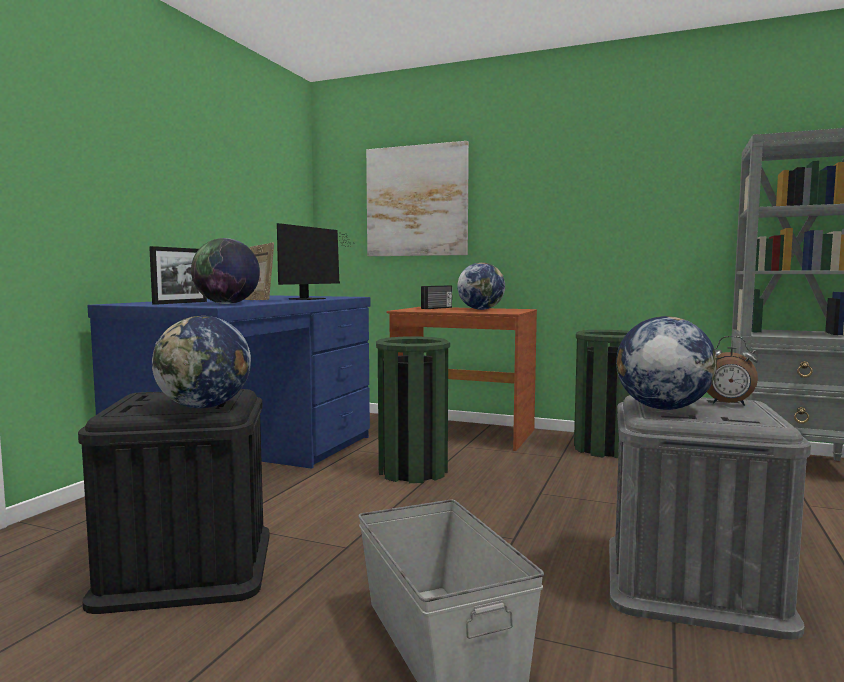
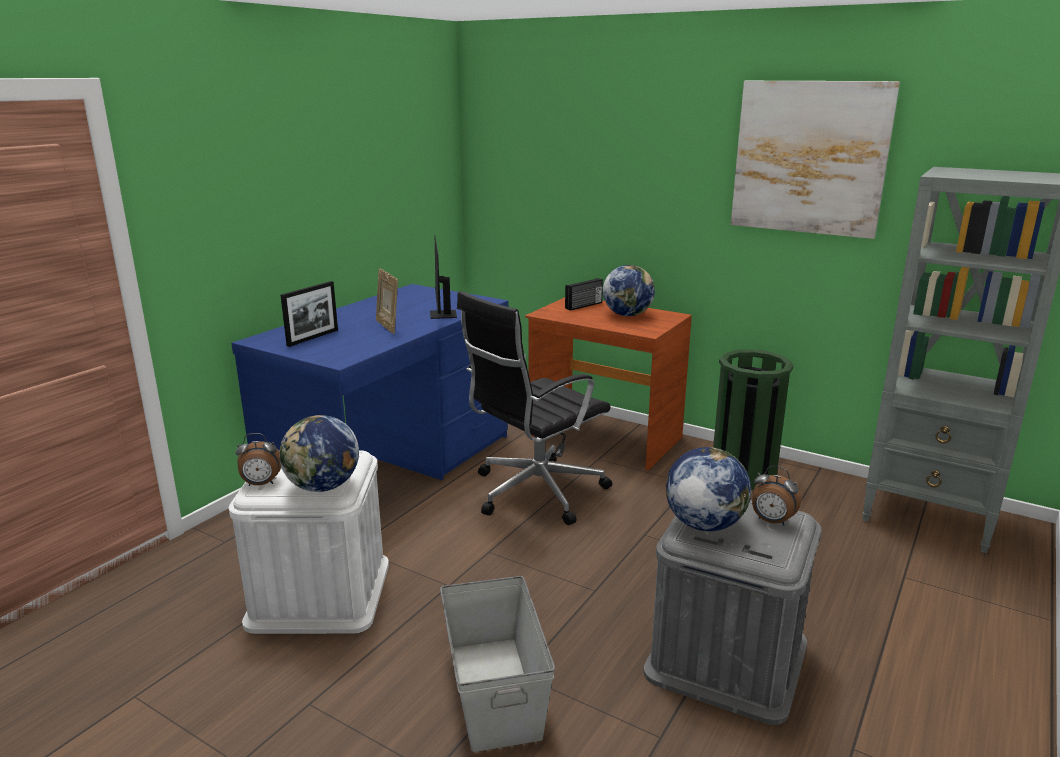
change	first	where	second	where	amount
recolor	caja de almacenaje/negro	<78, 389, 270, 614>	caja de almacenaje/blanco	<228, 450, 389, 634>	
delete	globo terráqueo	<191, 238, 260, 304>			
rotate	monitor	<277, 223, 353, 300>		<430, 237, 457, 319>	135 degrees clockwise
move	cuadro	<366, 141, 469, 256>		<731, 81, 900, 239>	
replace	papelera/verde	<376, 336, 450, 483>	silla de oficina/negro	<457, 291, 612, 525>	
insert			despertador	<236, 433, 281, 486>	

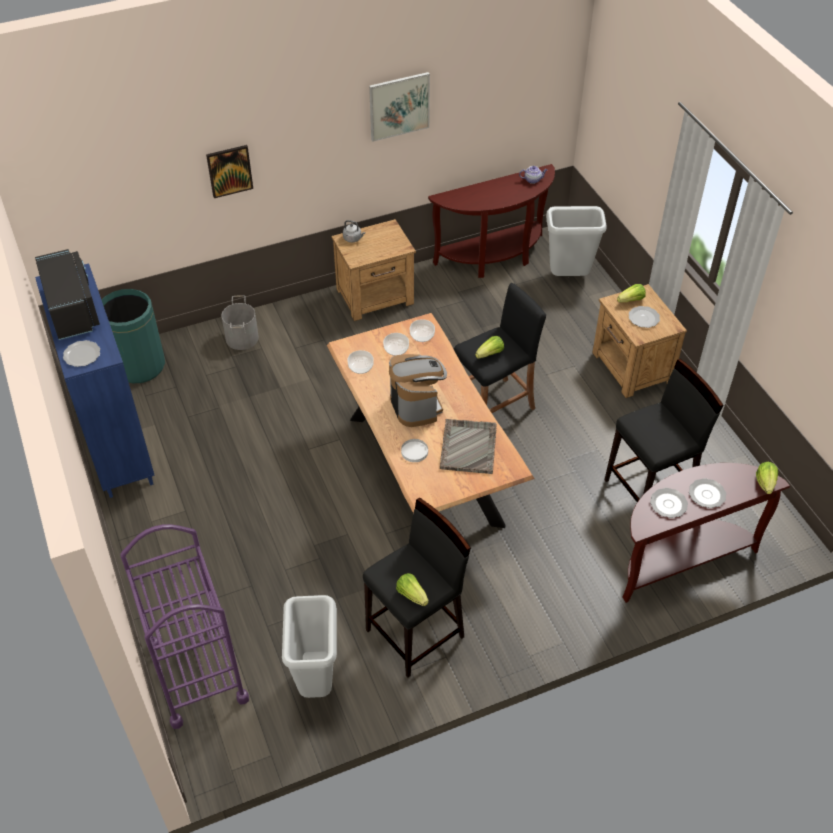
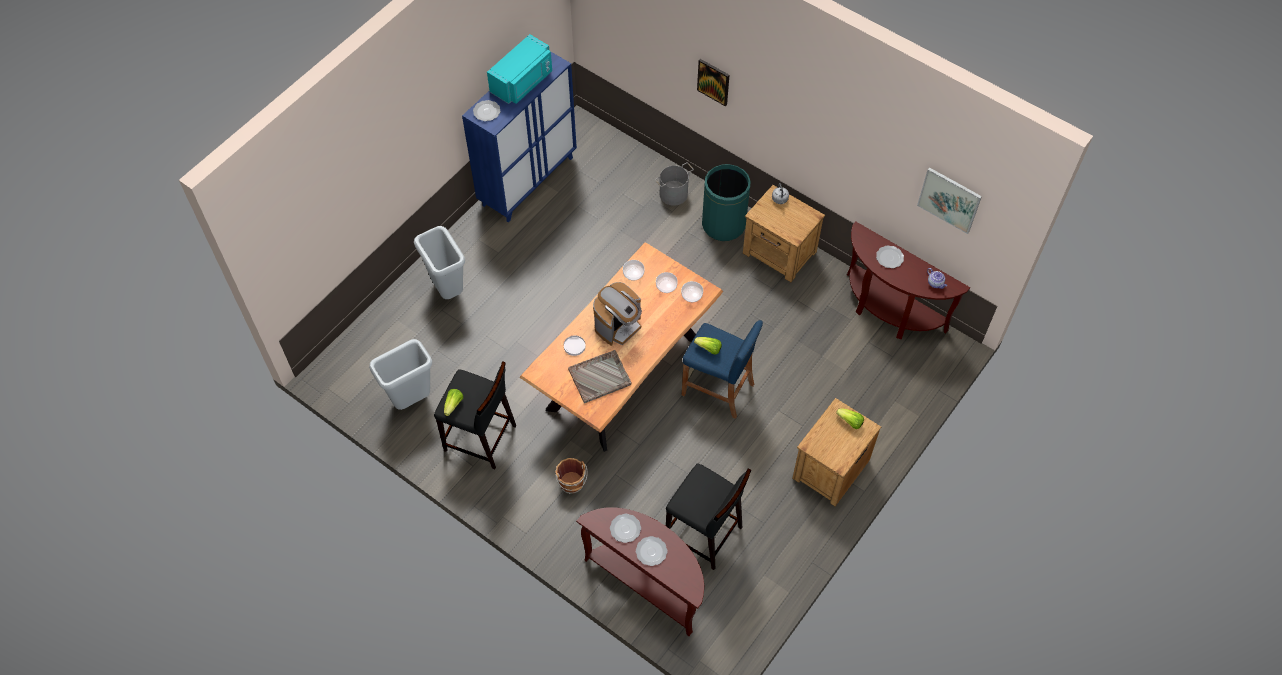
change	first	where	second	where	amount
recolor	microondas/negro	<35, 249, 100, 340>	microondas/turquesa	<487, 34, 552, 104>	
move	papelera/verde	<102, 289, 165, 383>		<702, 164, 751, 241>	
delete	carrito/morado	<120, 524, 249, 729>			
move	cuadro	<369, 72, 430, 142>		<917, 167, 982, 234>	
recolor	taburete/negro	<454, 283, 546, 413>	taburete/azul	<682, 320, 763, 419>	
move	papelera/gris	<546, 206, 607, 276>		<414, 226, 465, 299>	
move	plato	<629, 306, 660, 328>		<876, 245, 904, 268>	
delete	lechuga	<756, 462, 778, 494>			
insert			cubo/marrón	<555, 458, 587, 494>	

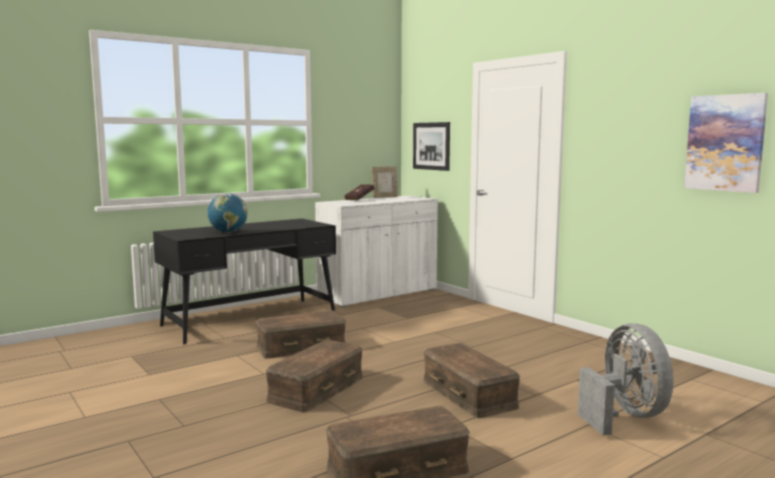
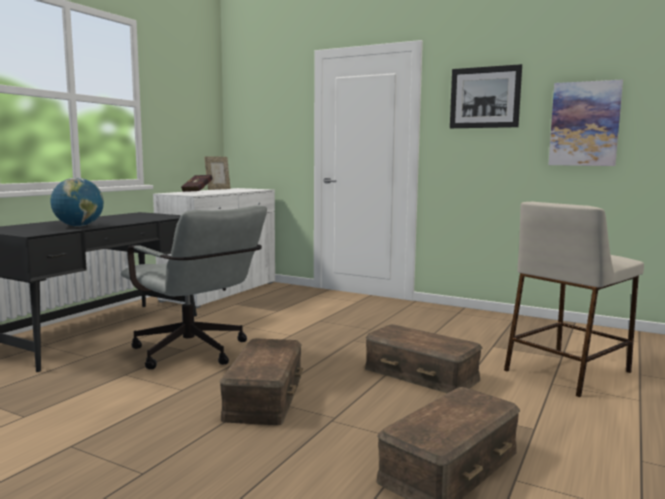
change	first	where	second	where	amount
replace	caja de almacenaje/marrón	<256, 310, 346, 359>	silla de oficina/gris	<120, 206, 267, 369>	
move	cuadro	<413, 122, 450, 171>		<450, 64, 522, 128>	
replace	ventilador/gris	<578, 323, 673, 435>	taburete/beis	<504, 202, 644, 397>	

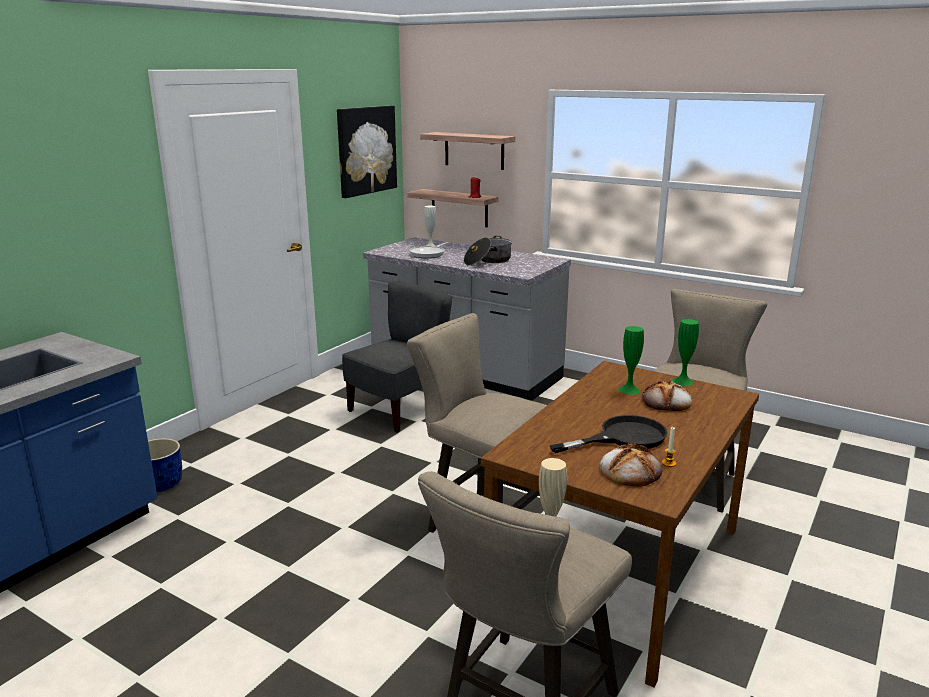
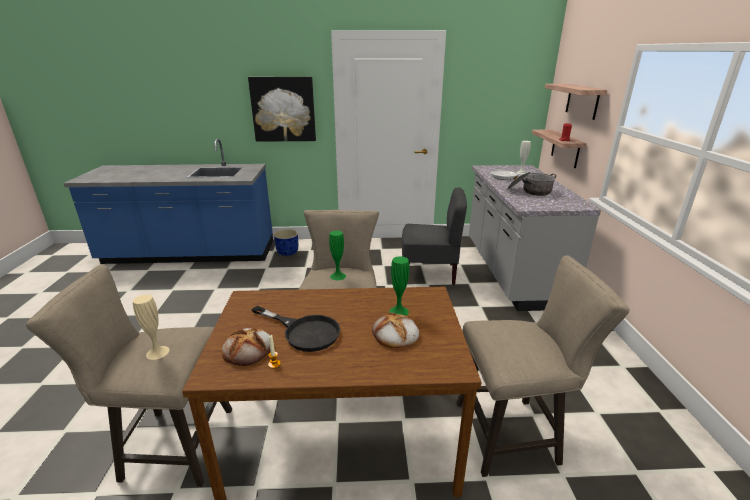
change	first	where	second	where	amount
move	cuadro	<337, 106, 397, 198>		<248, 77, 316, 142>	
move	florero/verde	<672, 319, 699, 386>		<329, 231, 346, 280>	

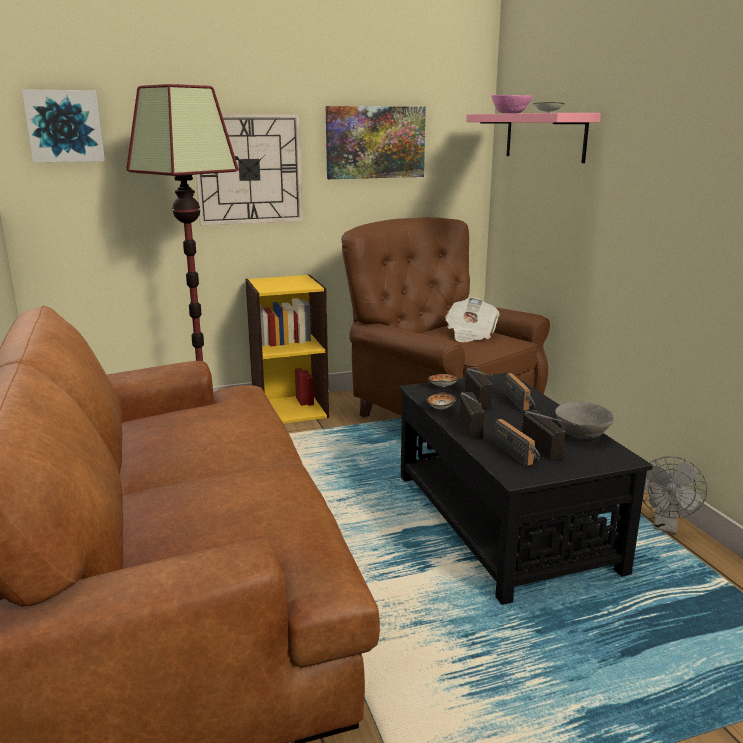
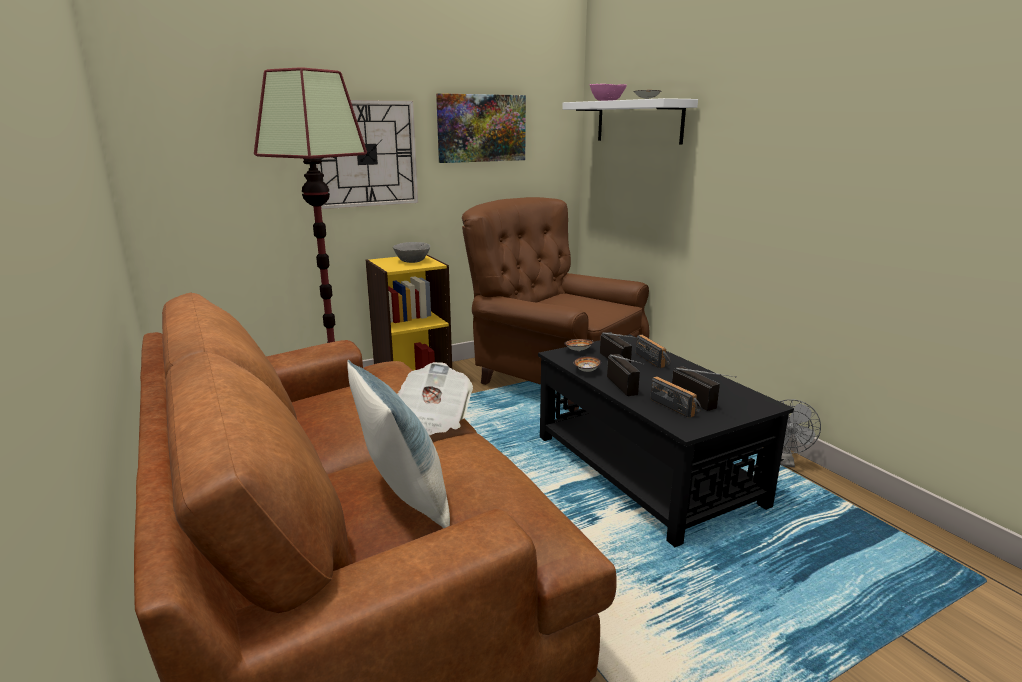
change	first	where	second	where	amount
delete	cuadro	<22, 89, 105, 162>			
move	periódico	<445, 297, 500, 342>		<397, 362, 473, 435>	
recolor	estante/rosa	<466, 113, 601, 163>	estante/blanco	<562, 98, 698, 145>	
move	cuenco/gris	<555, 402, 614, 439>		<393, 242, 430, 263>	
insert			cojín	<347, 360, 450, 528>	

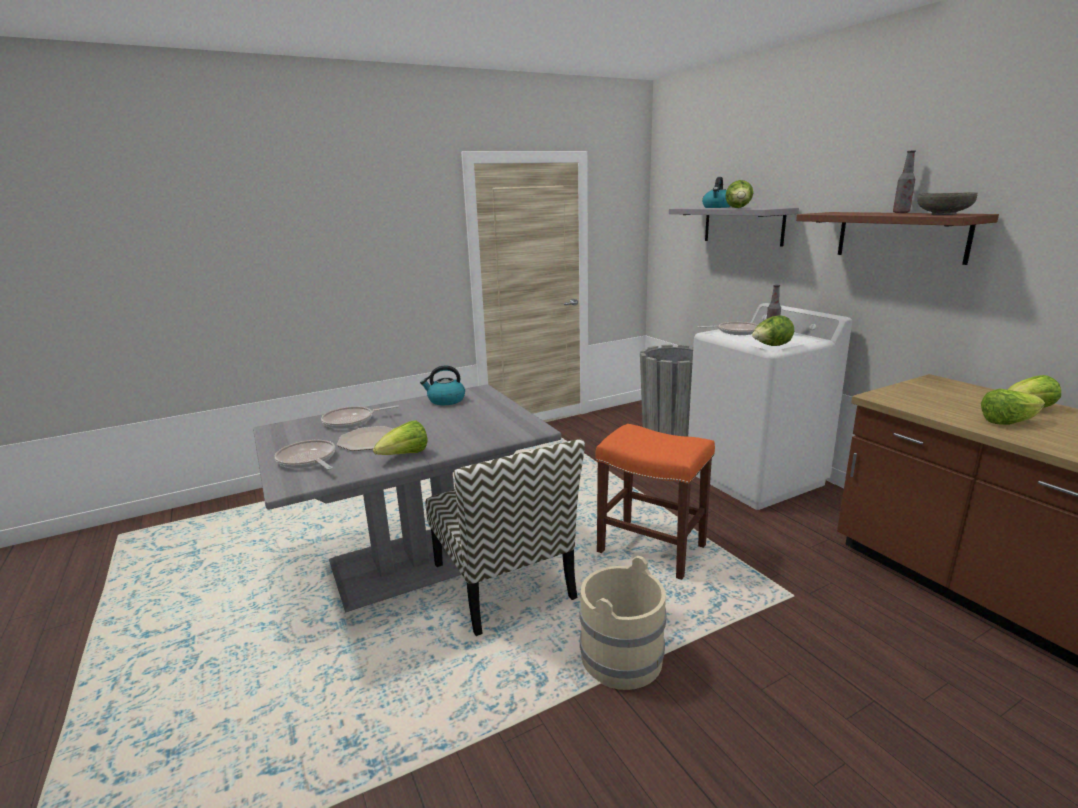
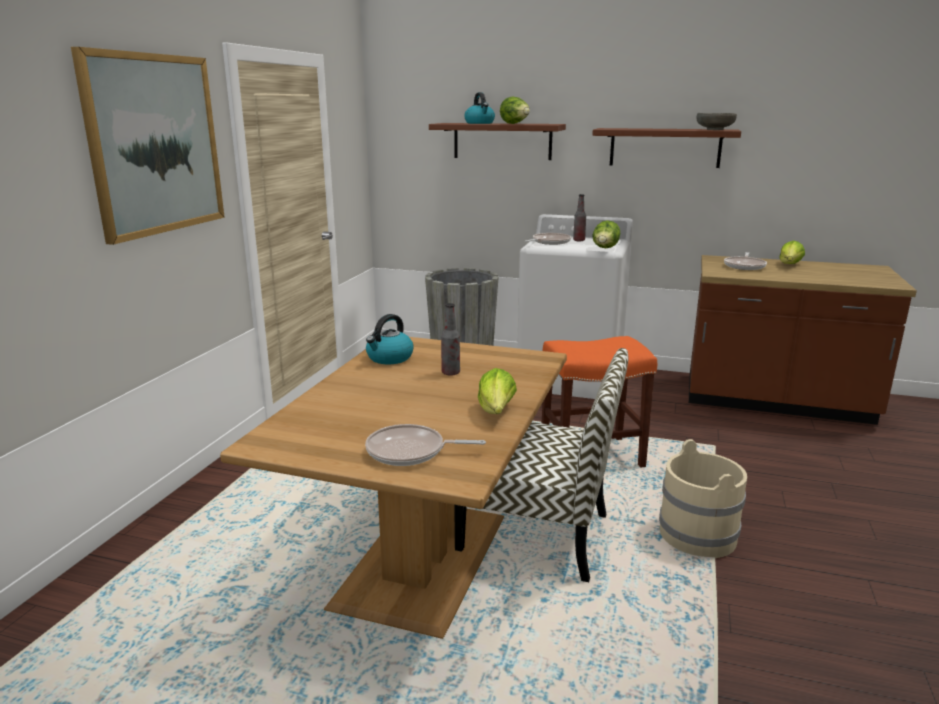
change	first	where	second	where	amount
recolor	mesa de comedor/gris	<253, 384, 561, 612>	mesa de comedor/marrón	<220, 337, 567, 639>	
move	sartén	<321, 405, 399, 429>		<724, 252, 767, 270>	
delete	plato	<337, 426, 393, 451>			
recolor	estante/gris	<669, 207, 799, 247>	estante/marrón	<429, 123, 566, 160>	
move	botella	<893, 151, 916, 213>		<441, 303, 460, 376>	
delete	lechuga	<981, 389, 1045, 425>			
insert			cuadro	<71, 47, 225, 245>	

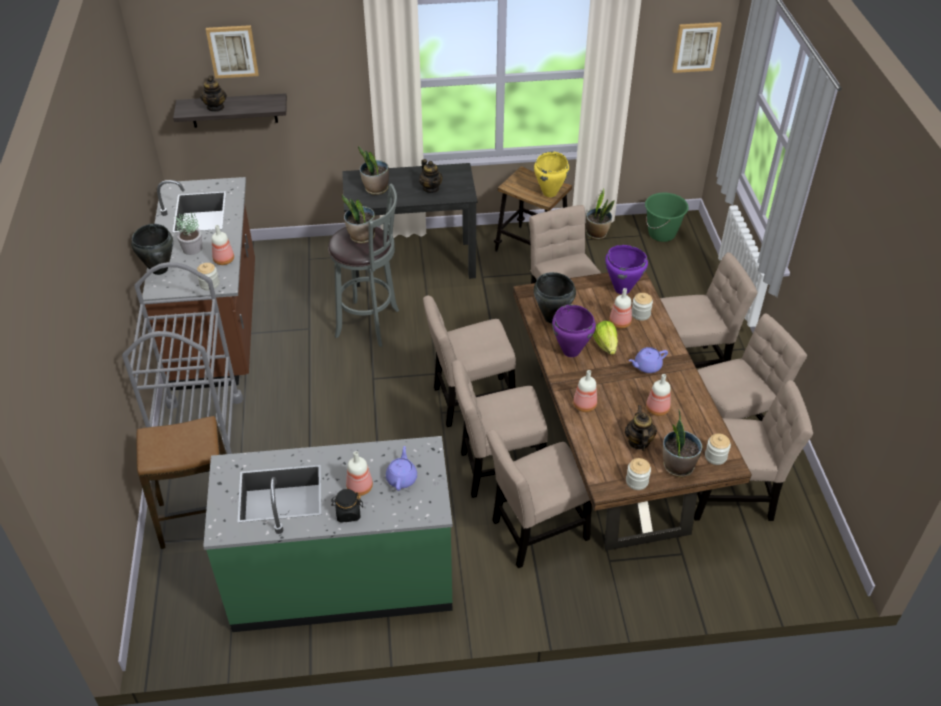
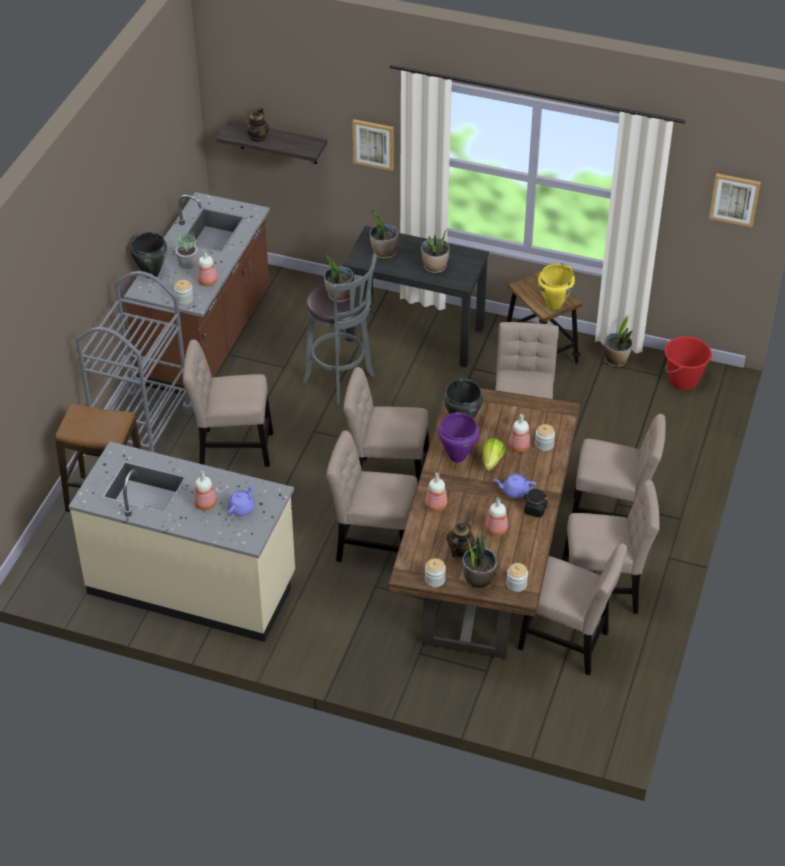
change	first	where	second	where	amount
recolor	mueble bajo de cocina/verde	<203, 436, 453, 632>	mueble bajo de cocina/beis	<68, 442, 295, 642>	
move	cuadro	<206, 25, 259, 79>		<353, 119, 394, 171>	
move	tarro/negro	<331, 489, 363, 523>		<523, 489, 548, 517>	
replace	tetera	<419, 159, 443, 193>	planta en maceta	<421, 229, 450, 273>	
move	silla/beis	<486, 430, 592, 568>		<183, 339, 273, 467>	
delete	olla/morado	<605, 245, 648, 294>			
recolor	cubo/verde	<645, 193, 688, 242>	cubo/rojo	<664, 336, 712, 390>	

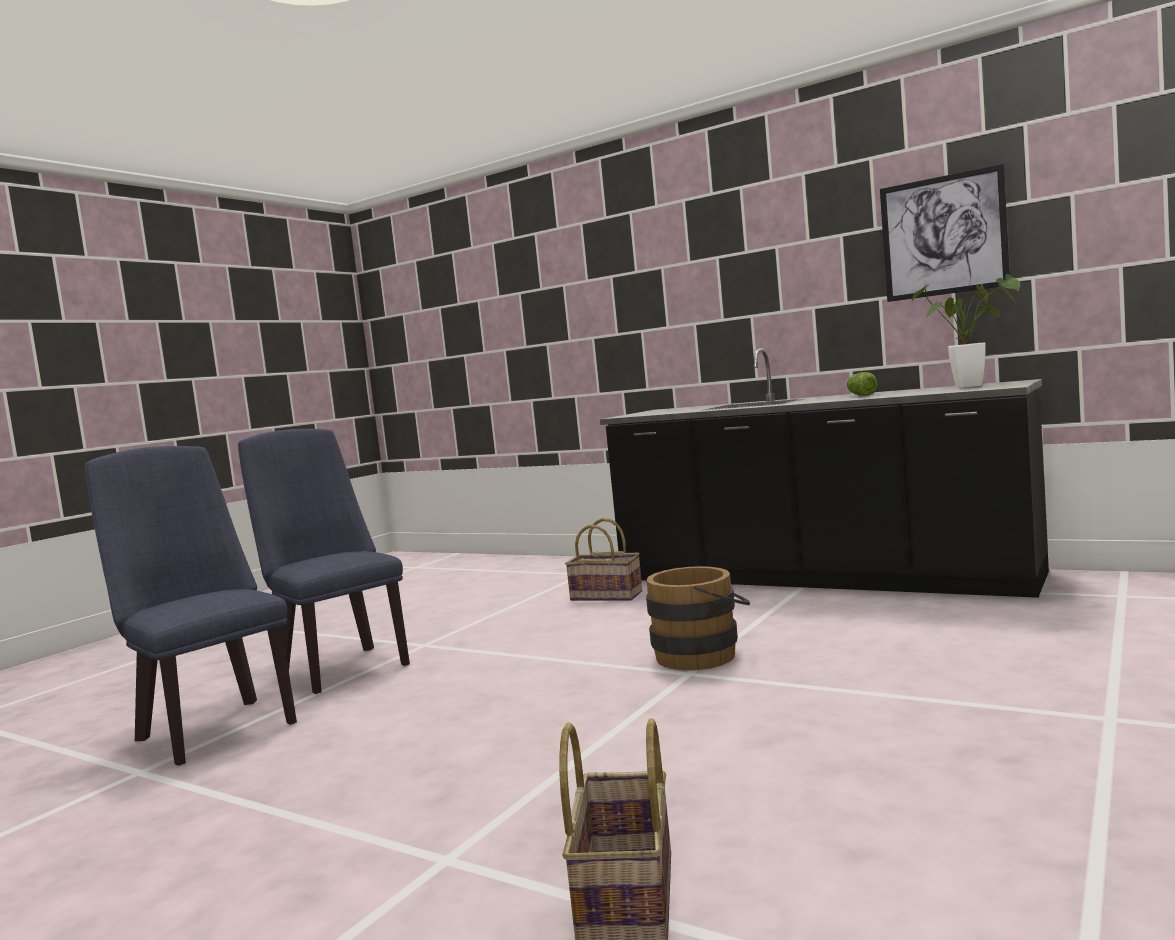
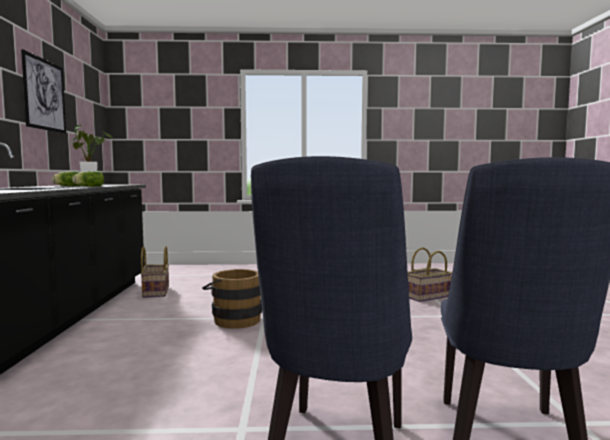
change	first	where	second	where	amount
move	cesta	<565, 518, 642, 601>		<141, 246, 169, 298>	
insert			lechuga	<72, 171, 104, 187>	

